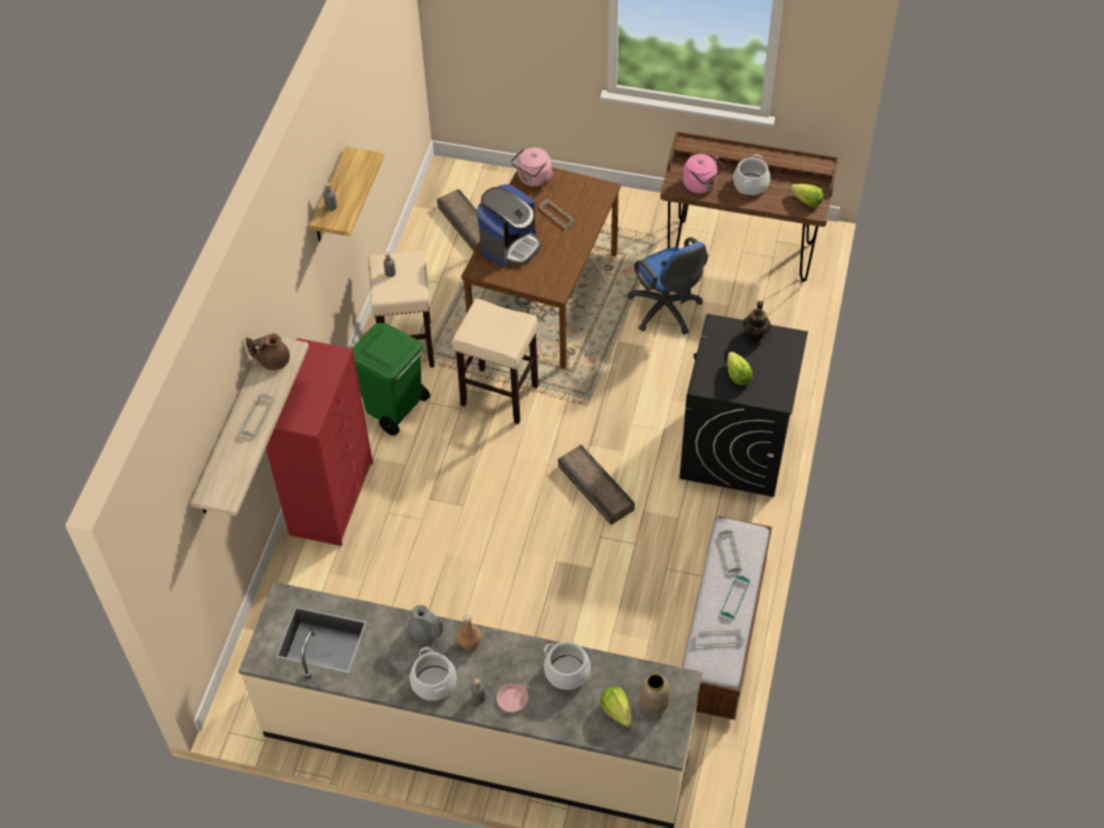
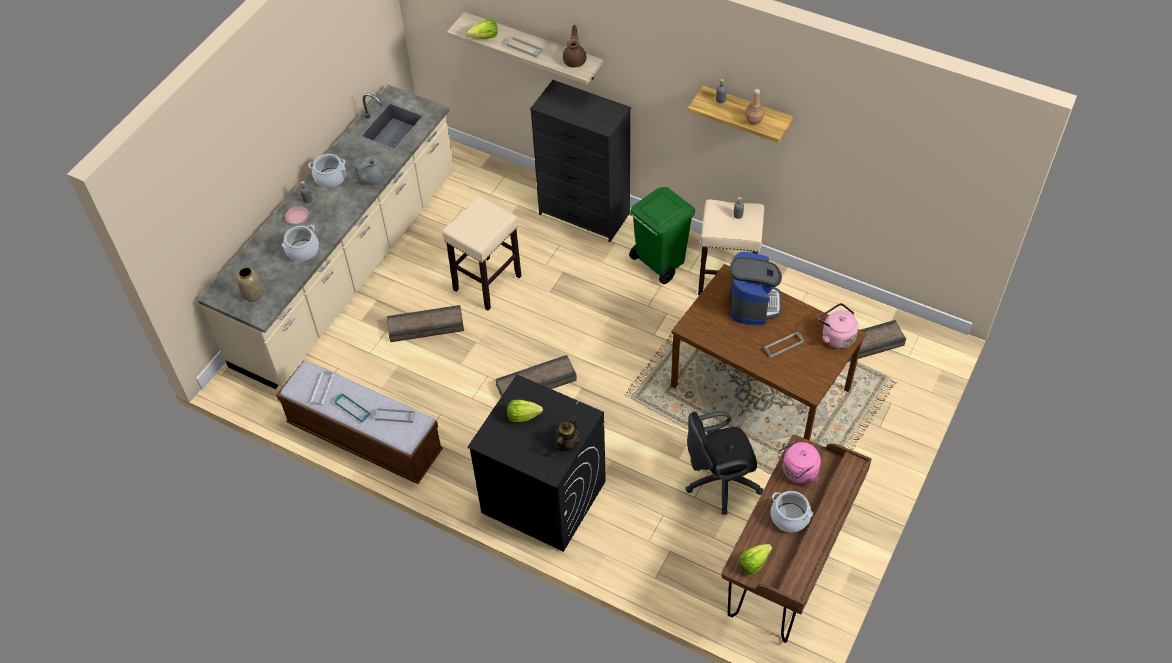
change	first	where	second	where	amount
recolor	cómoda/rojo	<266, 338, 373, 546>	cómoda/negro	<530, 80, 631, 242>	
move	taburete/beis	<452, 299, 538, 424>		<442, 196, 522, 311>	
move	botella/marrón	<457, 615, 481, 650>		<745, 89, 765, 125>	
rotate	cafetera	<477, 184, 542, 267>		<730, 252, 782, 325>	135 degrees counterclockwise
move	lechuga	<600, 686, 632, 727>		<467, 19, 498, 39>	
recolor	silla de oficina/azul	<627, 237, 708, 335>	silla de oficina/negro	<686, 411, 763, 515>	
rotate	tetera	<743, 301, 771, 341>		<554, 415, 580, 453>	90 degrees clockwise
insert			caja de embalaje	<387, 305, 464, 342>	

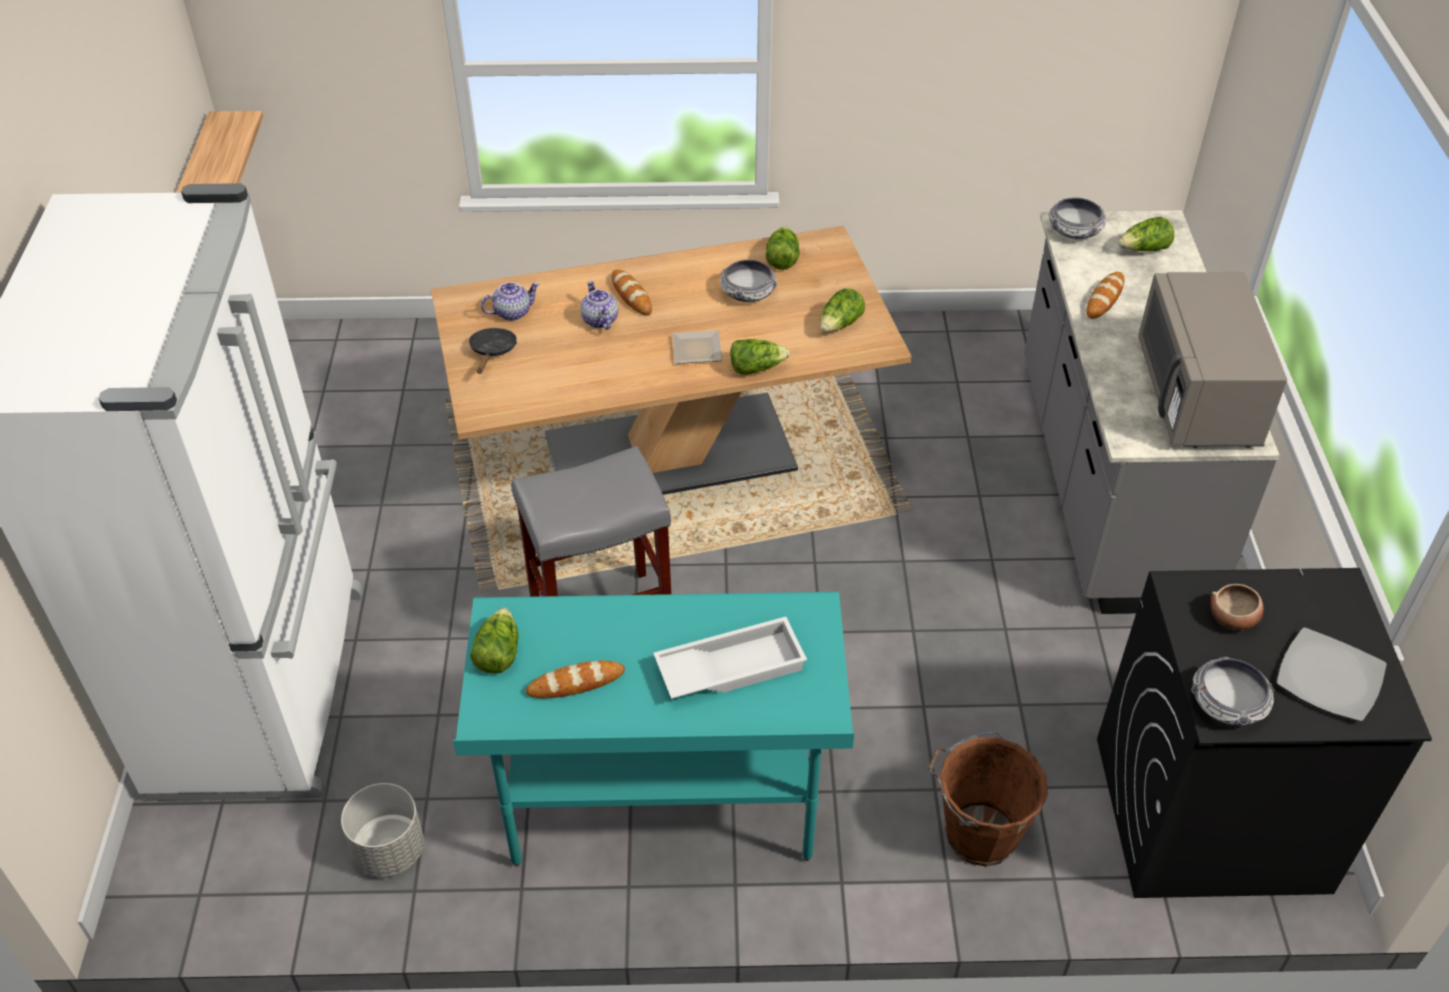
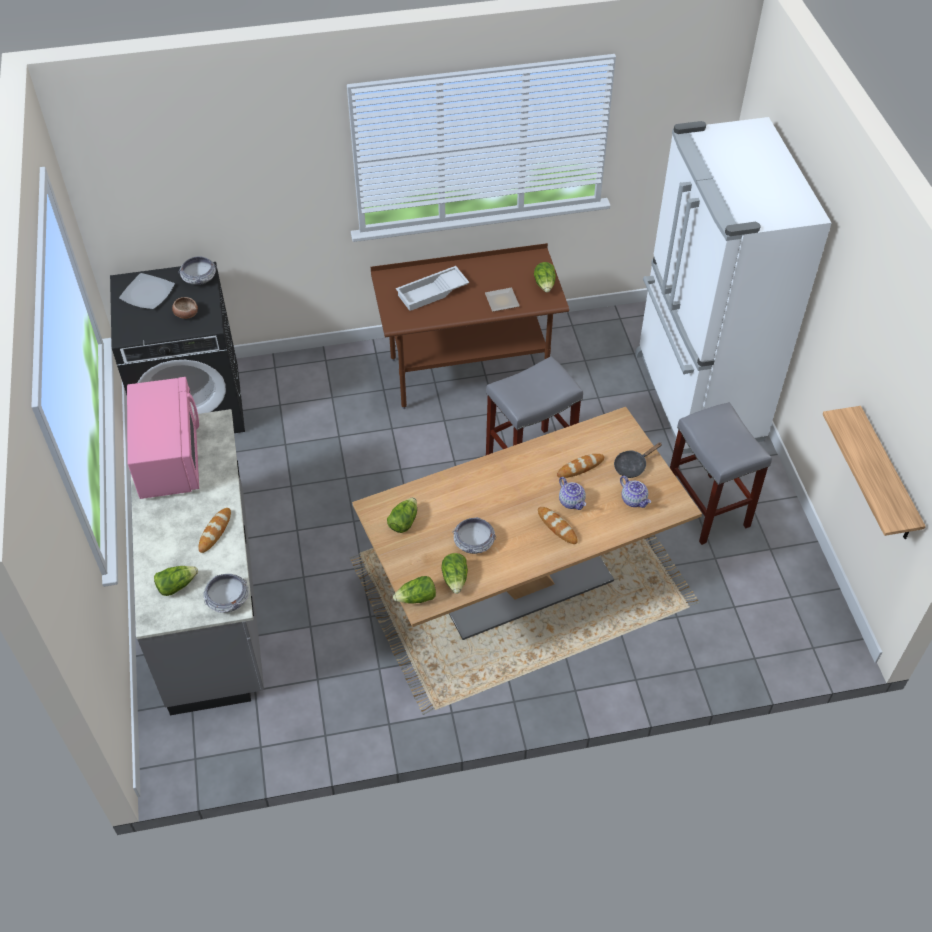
change	first	where	second	where	amount
delete	maceta/gris	<341, 783, 424, 877>			
recolor	escritorio/turquesa	<453, 592, 854, 867>	escritorio/marrón	<371, 243, 569, 409>	
rotate	sartén/negro	<469, 328, 517, 374>		<614, 442, 662, 478>	60 degrees clockwise
rotate	tetera	<481, 282, 540, 321>		<620, 476, 651, 508>	90 degrees counterclockwise
move	pan	<526, 660, 625, 698>		<557, 454, 604, 478>	
move	plato	<672, 330, 722, 364>		<485, 288, 520, 312>	
move	lechuga	<730, 339, 790, 375>		<393, 576, 436, 604>	
delete	cubo/marrón	<928, 732, 1048, 867>			
recolor	microondas/gris	<1138, 272, 1287, 448>	microondas/rosa	<127, 377, 199, 499>	
insert			taburete/gris	<670, 402, 772, 545>	

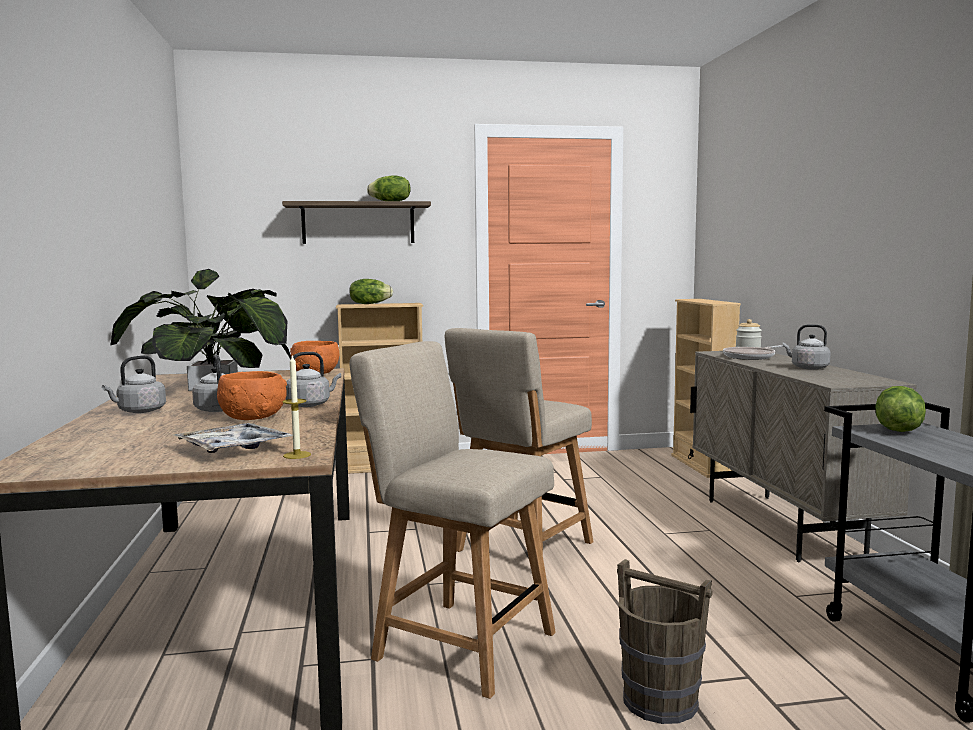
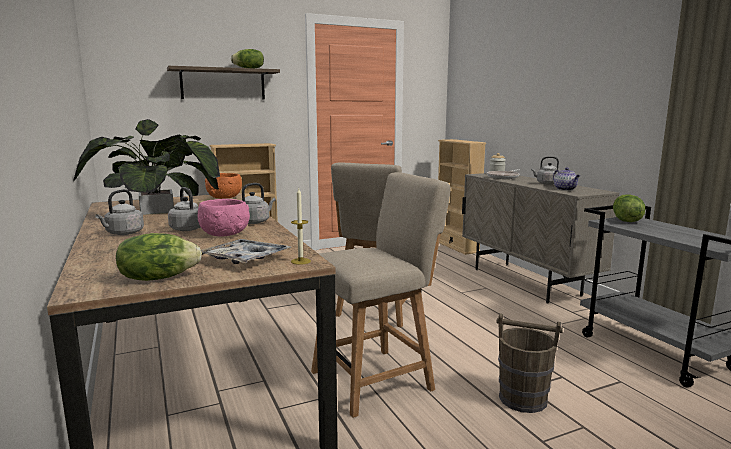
change	first	where	second	where	amount
recolor	cuenco/naranja	<217, 371, 287, 420>	cuenco/rosa	<198, 199, 250, 236>	
move	lechuga	<349, 279, 393, 304>		<116, 233, 202, 281>	
rotate	silla/beis	<349, 341, 556, 699>		<311, 172, 451, 418>	135 degrees clockwise
insert			tetera	<553, 167, 580, 191>	

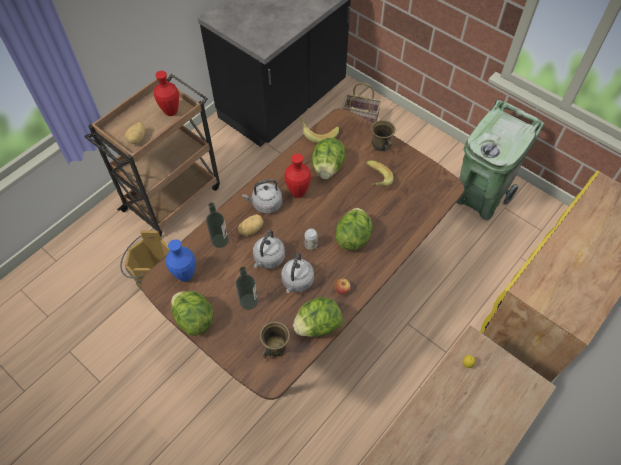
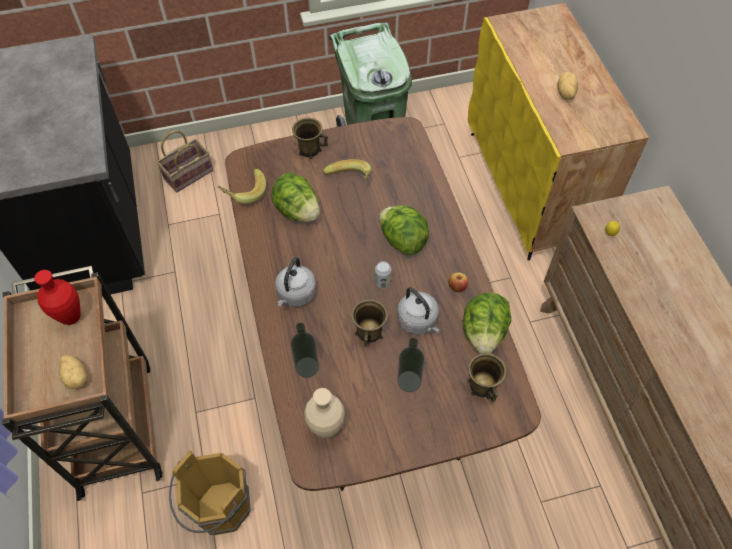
change	first	where	second	where	amount
recolor	florero/azul	<166, 239, 196, 282>	florero/beis	<304, 388, 345, 439>	
delete	lechuga	<171, 291, 213, 336>			
move	patata	<238, 214, 264, 236>		<557, 72, 578, 100>	
replace	hervidor/gris	<253, 230, 285, 269>	taza grande/marrón	<351, 299, 388, 347>	
delete	florero/rojo	<284, 153, 311, 198>			

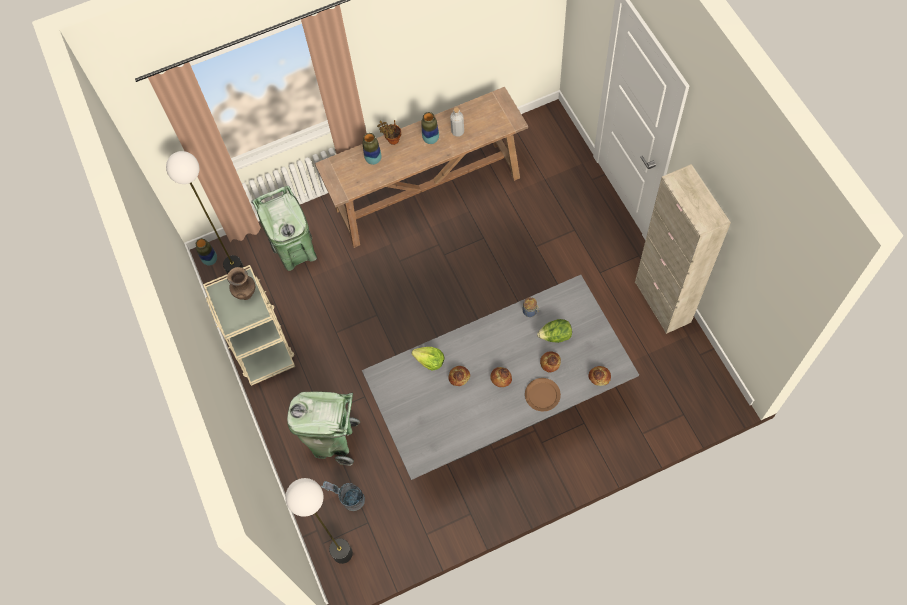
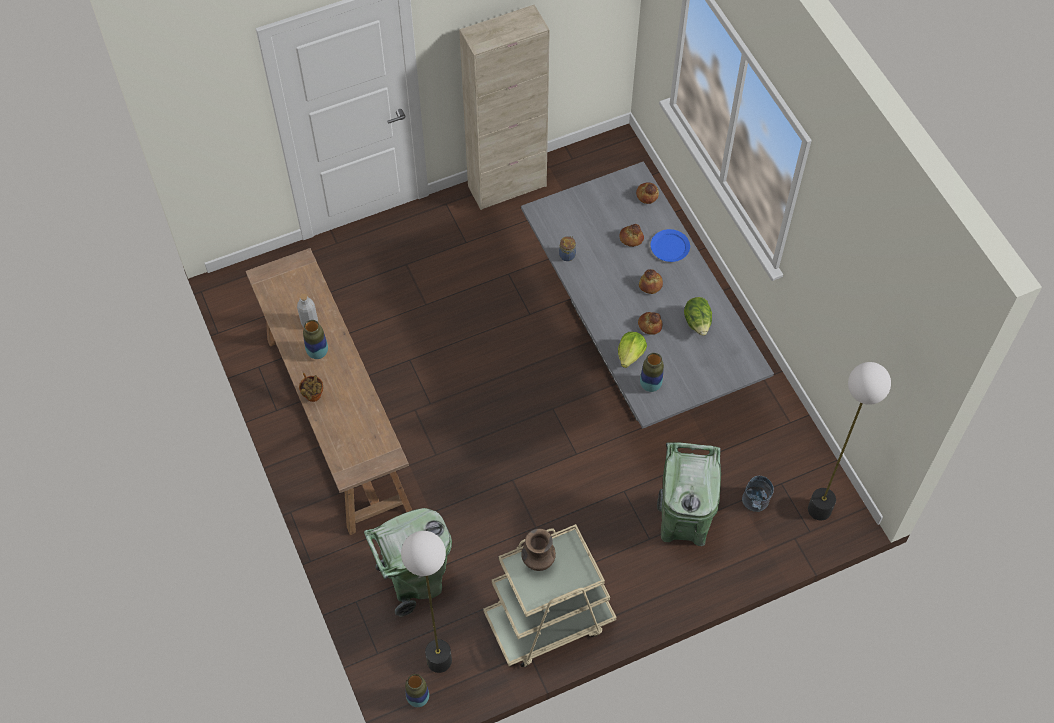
change	first	where	second	where	amount
move	florero	<362, 133, 381, 165>		<640, 353, 664, 392>	
recolor	plato/marrón	<525, 378, 561, 411>	plato/azul	<651, 229, 690, 262>	
move	lechuga	<537, 319, 572, 343>		<684, 297, 712, 336>	

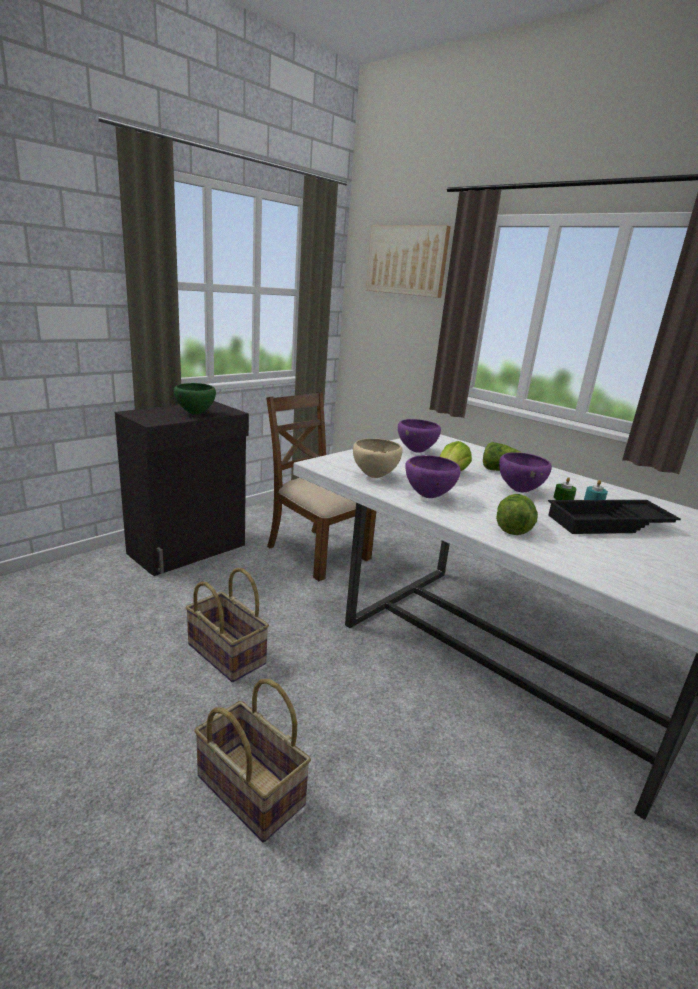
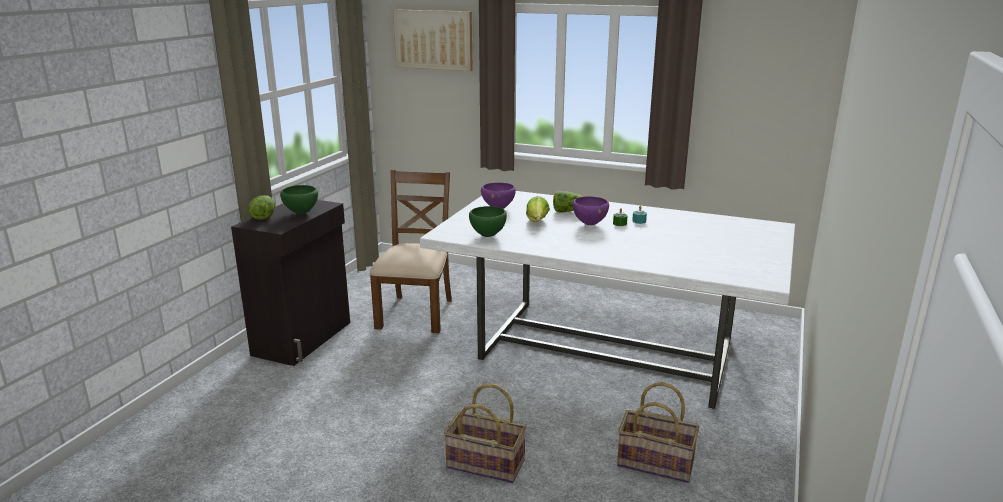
change	first	where	second	where	amount
move	cesta	<186, 568, 269, 682>		<617, 382, 699, 483>	
rotate	silla/marrón	<266, 391, 376, 581>		<370, 170, 452, 333>	75 degrees clockwise
recolor	cuenco/beis	<353, 438, 403, 478>	cuenco/verde	<469, 206, 507, 237>	
delete	cuenco/morado	<405, 455, 461, 498>			
move	lechuga	<496, 494, 538, 535>		<248, 195, 275, 220>	
delete	bandeja/negro	<548, 500, 681, 534>			

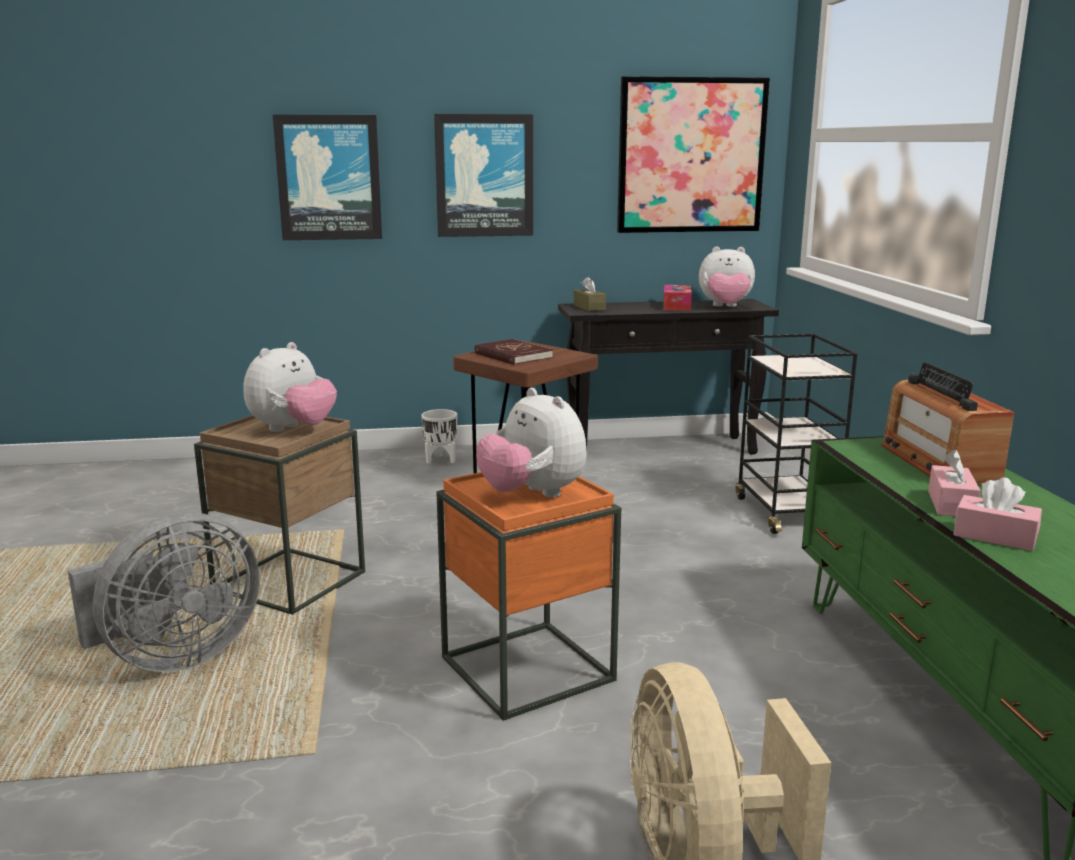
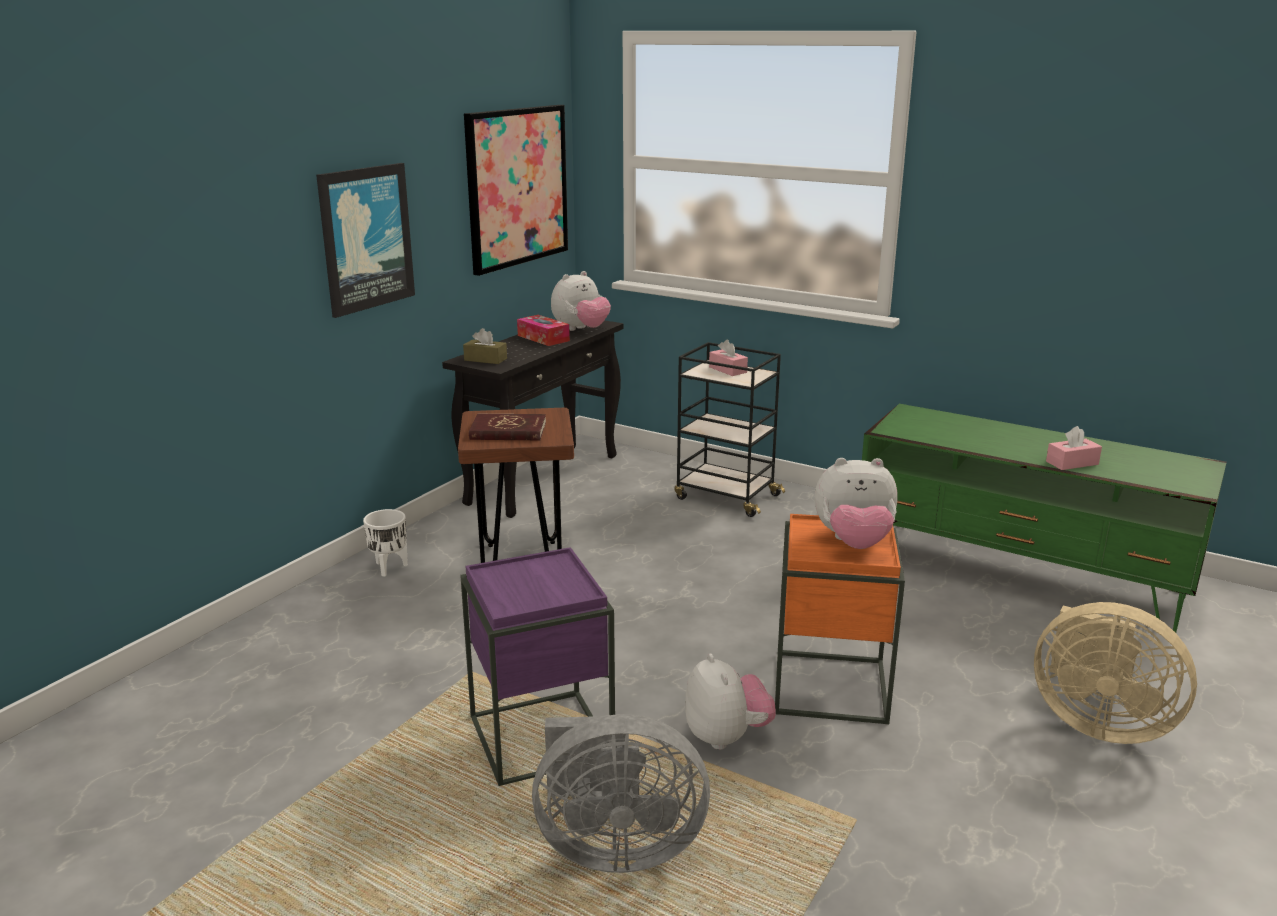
change	first	where	second	where	amount
rotate	ventilador/gris	<68, 512, 260, 672>		<532, 714, 710, 873>	90 degrees clockwise
recolor	mesa auxiliar/marrón	<194, 415, 365, 615>	mesa auxiliar/morado	<460, 547, 615, 786>	
move	peluche	<243, 342, 337, 432>		<685, 654, 776, 750>	
delete	cuadro	<273, 115, 382, 240>			
delete	radio	<881, 362, 1014, 484>			
move	caja de pañuelos/rosa	<928, 450, 981, 516>		<709, 340, 748, 376>	

